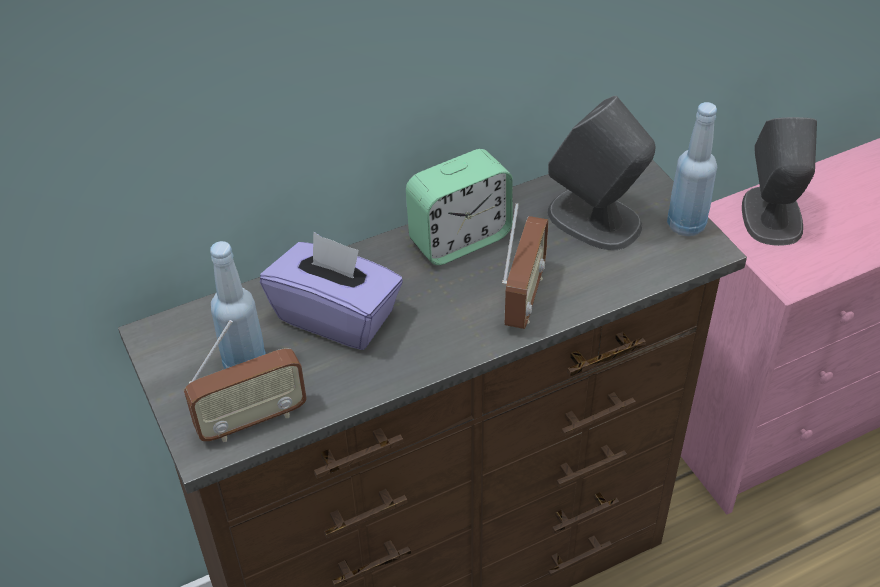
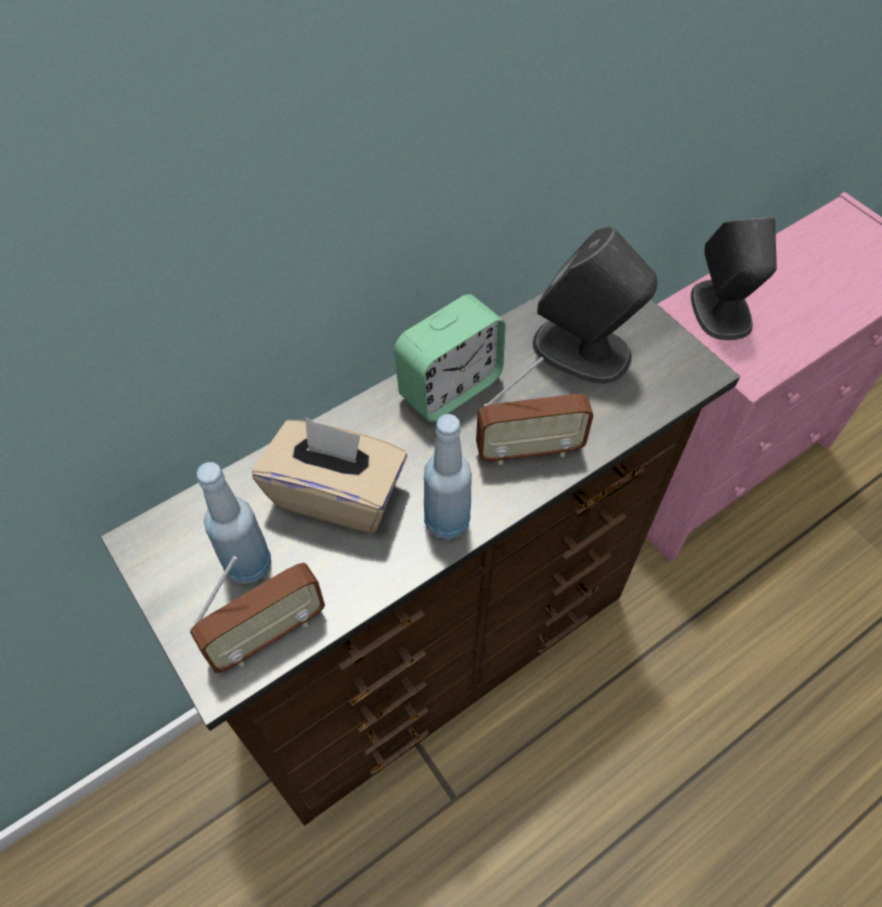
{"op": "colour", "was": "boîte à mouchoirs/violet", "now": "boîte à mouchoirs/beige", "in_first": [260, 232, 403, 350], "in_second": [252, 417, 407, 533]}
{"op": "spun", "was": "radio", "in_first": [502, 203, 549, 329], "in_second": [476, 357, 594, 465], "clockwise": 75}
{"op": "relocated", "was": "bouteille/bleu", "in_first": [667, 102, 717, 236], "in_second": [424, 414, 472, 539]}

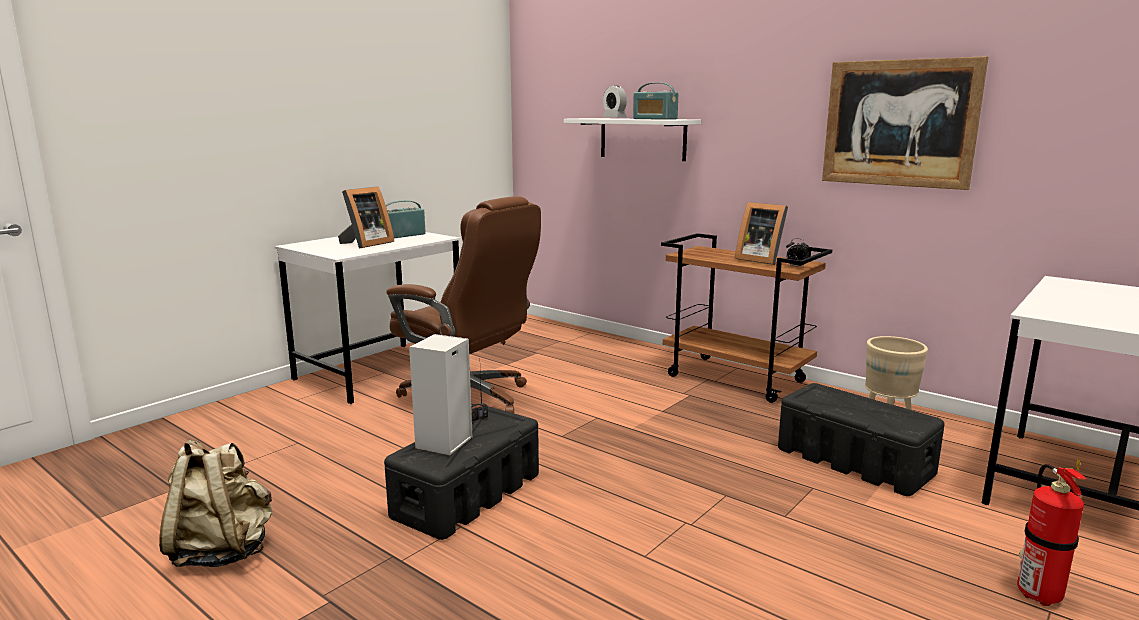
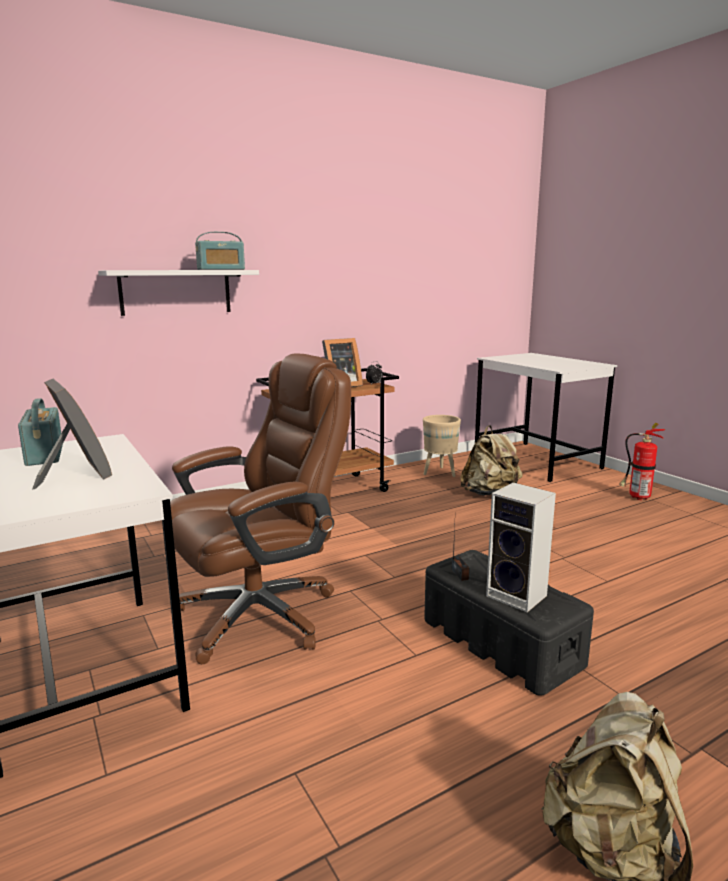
{"op": "missing", "was": "réveil", "in_first": [603, 85, 627, 117]}
{"op": "exchanged", "was": "boîte de rangement/noir", "now": "sac à dos/beige", "in_first": [778, 383, 945, 496], "in_second": [460, 425, 522, 496]}
{"op": "missing", "was": "tableau", "in_first": [822, 56, 988, 190]}

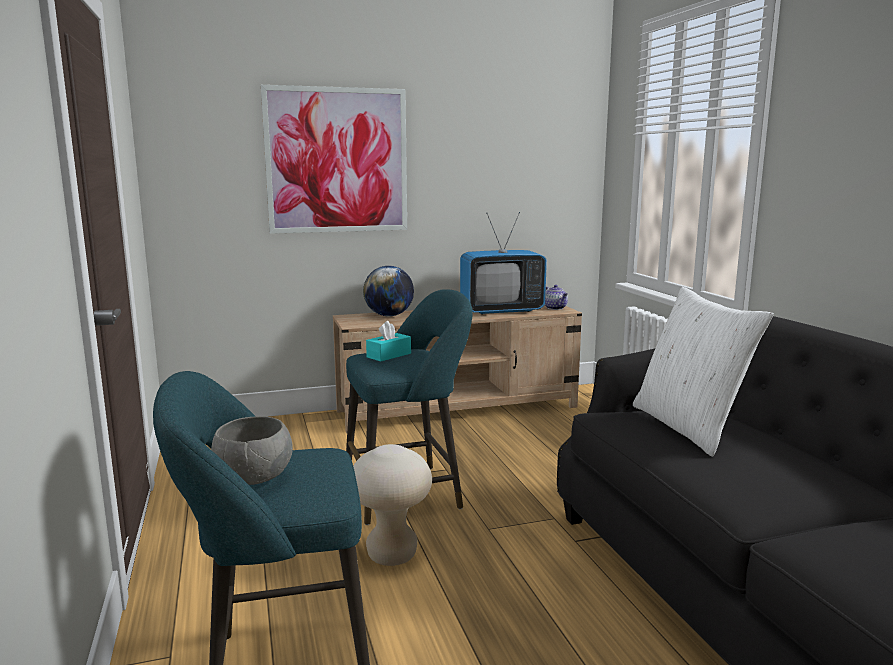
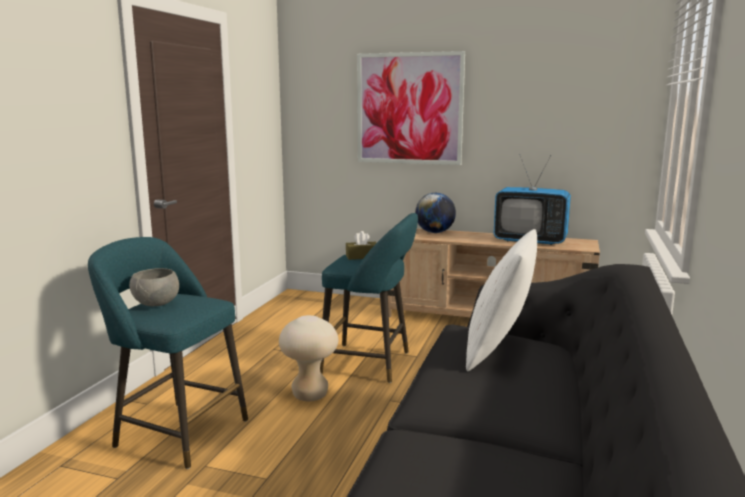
{"op": "colour", "was": "boîte à mouchoirs/turquoise", "now": "boîte à mouchoirs/marron", "in_first": [366, 321, 411, 361], "in_second": [346, 231, 376, 260]}
{"op": "missing", "was": "théière", "in_first": [545, 285, 568, 310]}

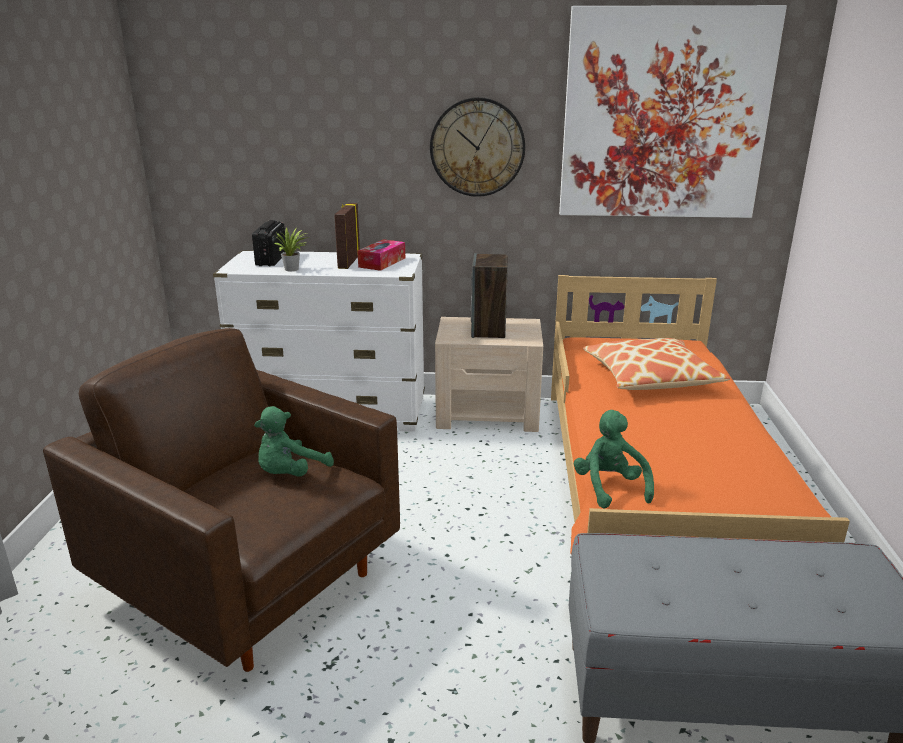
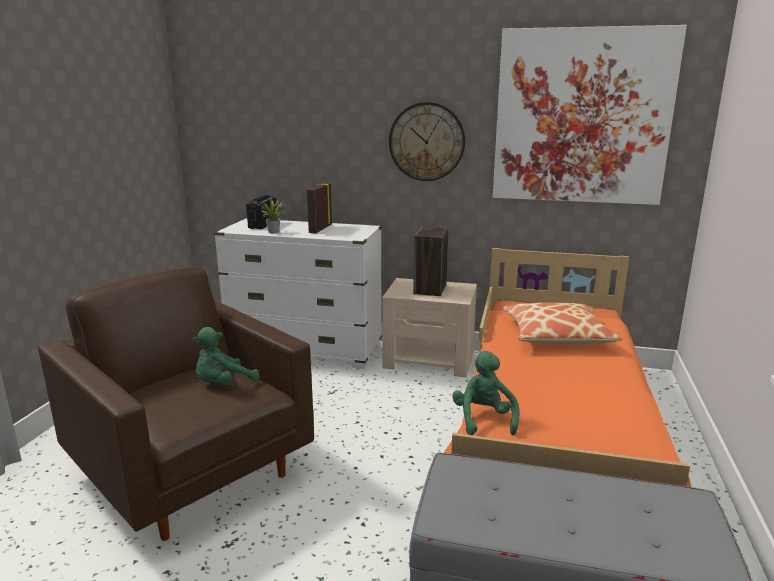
{"op": "missing", "was": "boîte à mouchoirs", "in_first": [357, 239, 405, 271]}

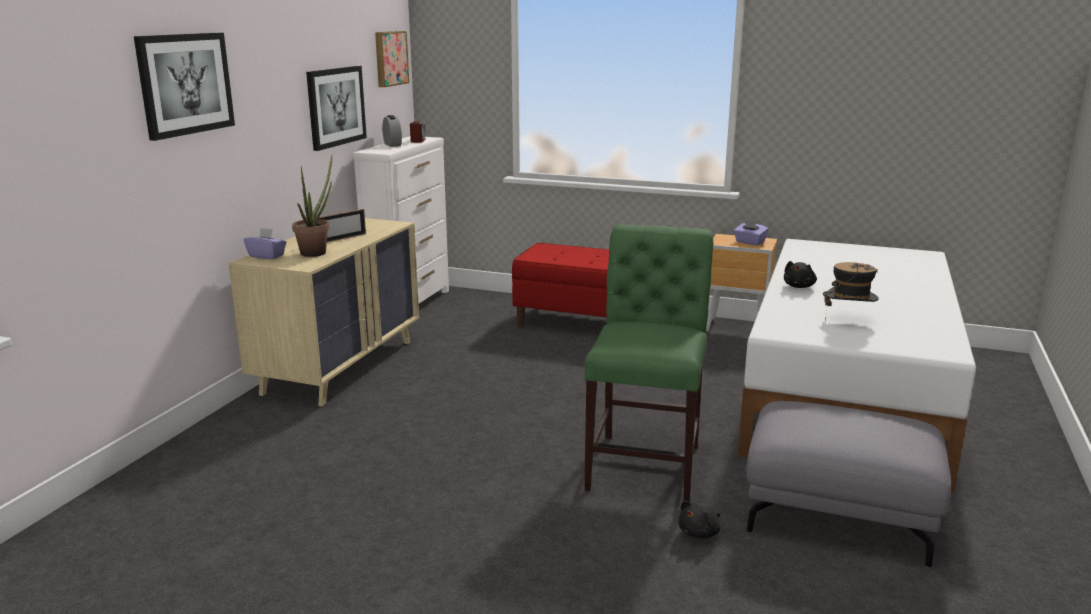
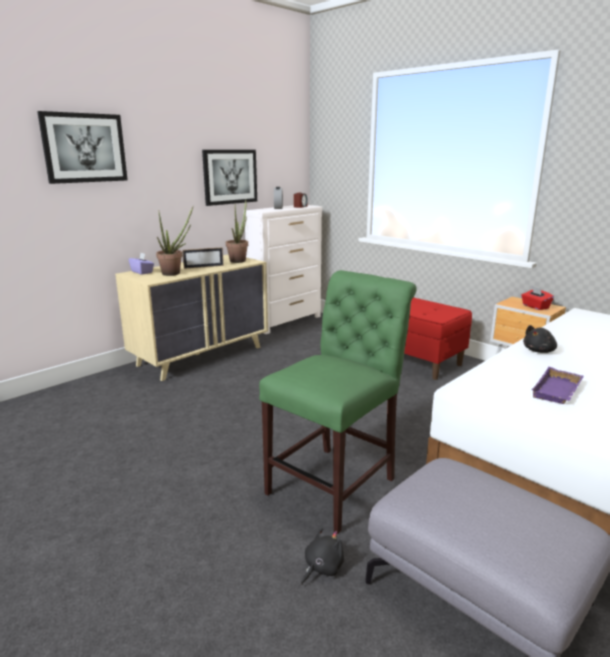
{"op": "missing", "was": "tableau", "in_first": [375, 31, 409, 87]}
{"op": "spun", "was": "peluche/noir", "in_first": [678, 501, 720, 538], "in_second": [301, 528, 344, 585], "clockwise": 150}
{"op": "colour", "was": "boîte à mouchoirs/violet", "now": "boîte à mouchoirs/rouge", "in_first": [734, 220, 769, 245], "in_second": [521, 286, 554, 310]}
{"op": "exchanged", "was": "chapeau", "now": "plateau/violet", "in_first": [823, 262, 879, 321], "in_second": [531, 367, 584, 404]}
{"op": "appeared", "now": "plante en pot", "in_second": [226, 200, 248, 263]}

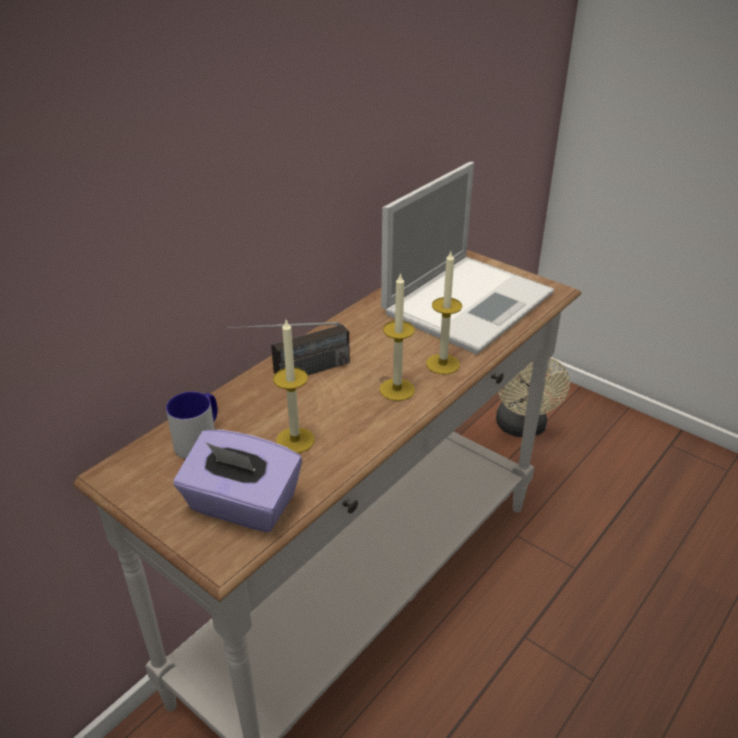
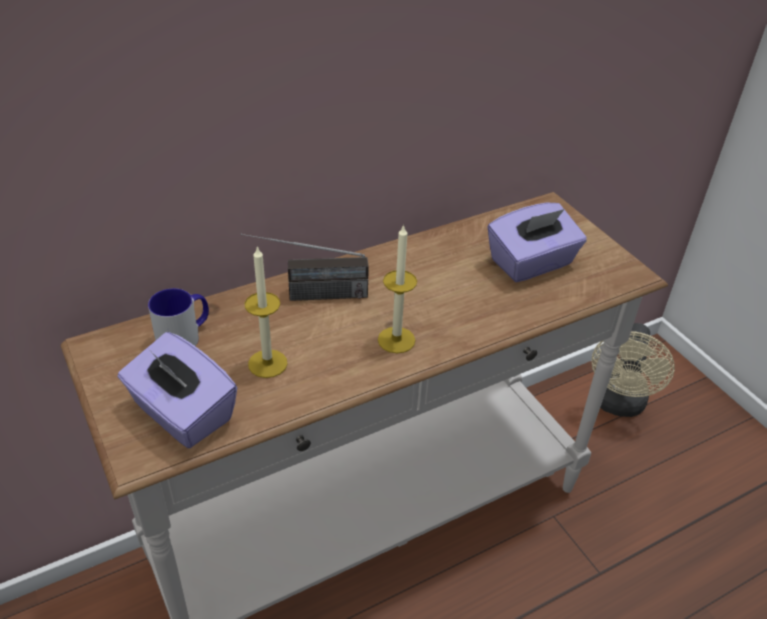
{"op": "exchanged", "was": "ordinateur portable", "now": "boîte à mouchoirs/violet", "in_first": [381, 162, 554, 355], "in_second": [488, 203, 587, 282]}
{"op": "missing", "was": "bougie", "in_first": [426, 251, 462, 374]}

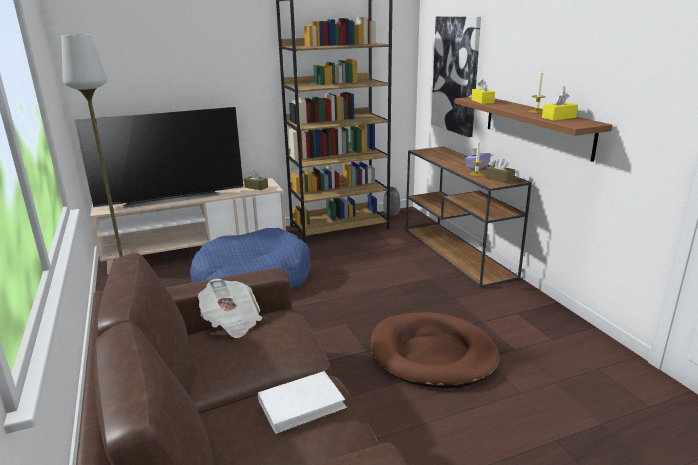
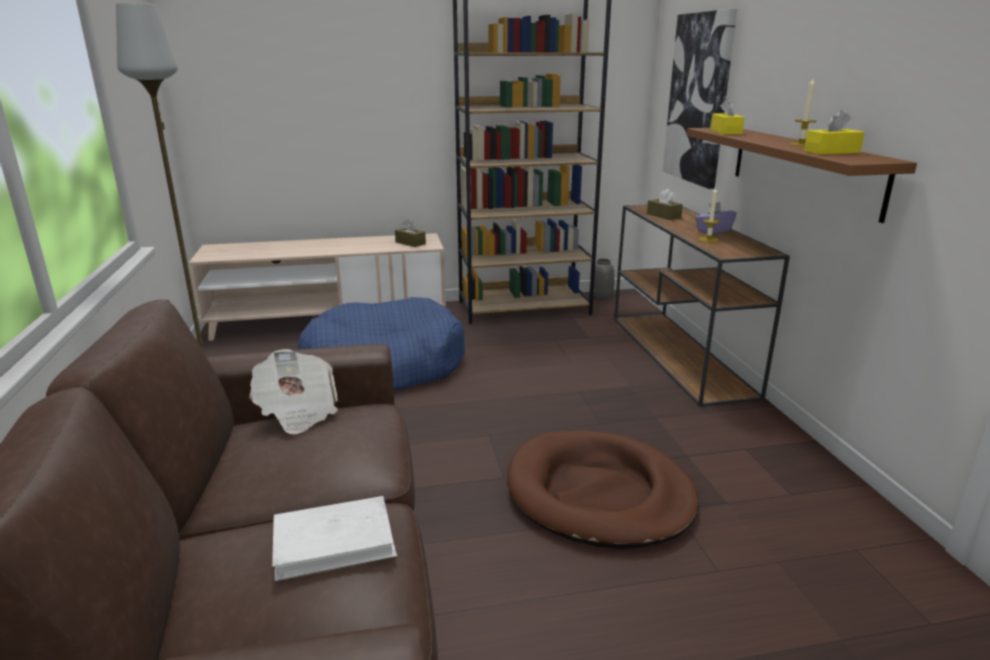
{"op": "missing", "was": "téléviseur", "in_first": [75, 107, 243, 209]}
{"op": "relocated", "was": "boîte à mouchoirs/marron", "in_first": [485, 158, 515, 183], "in_second": [647, 189, 683, 220]}

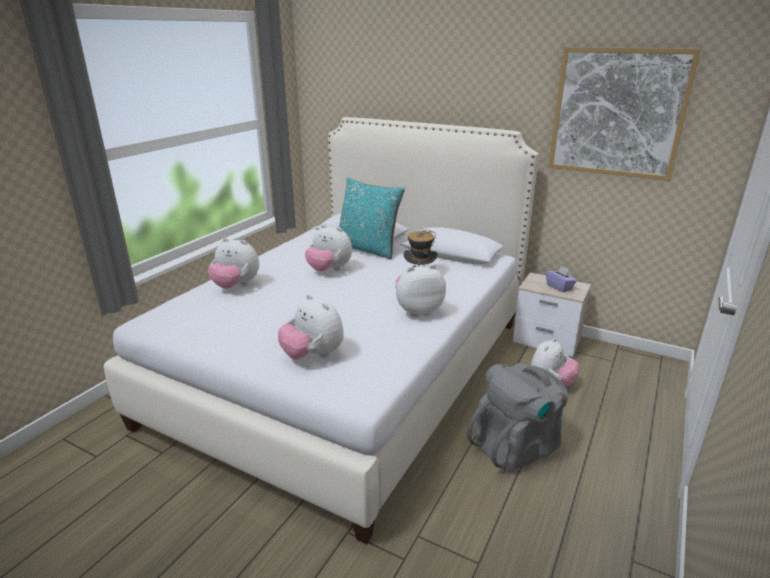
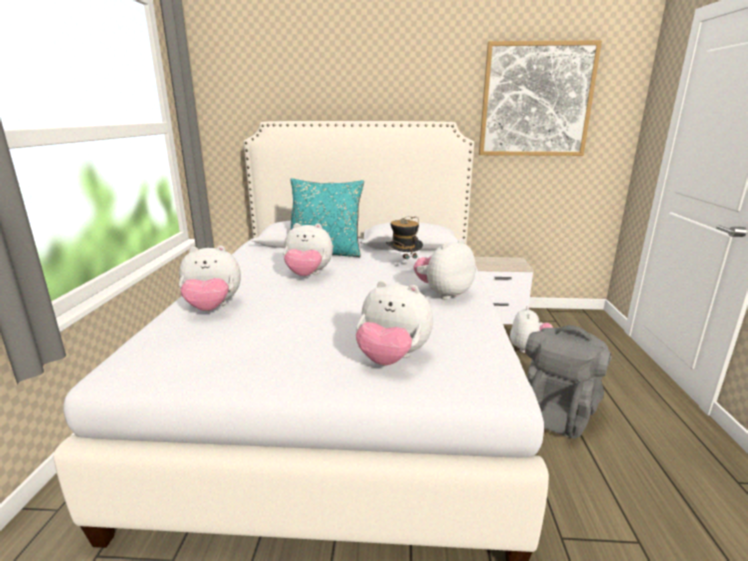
{"op": "missing", "was": "boîte à mouchoirs/violet", "in_first": [546, 266, 577, 292]}

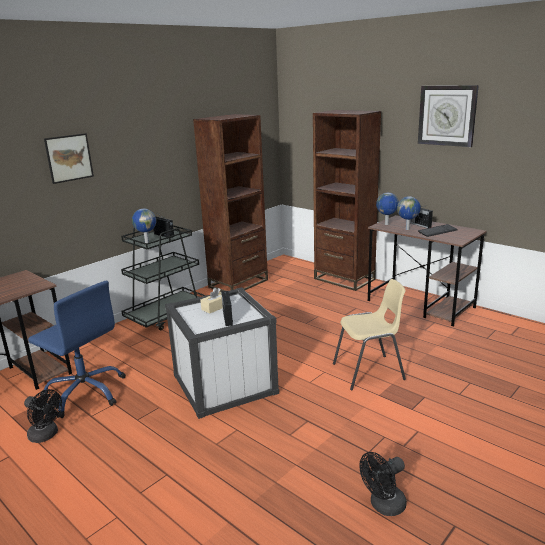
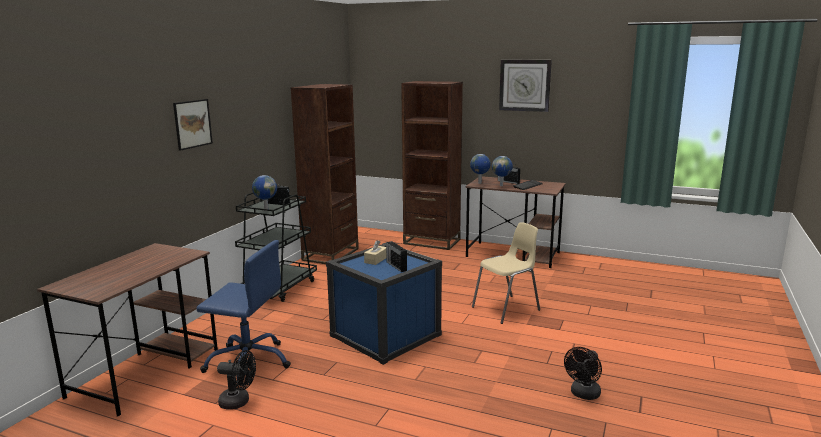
{"op": "colour", "was": "boîte de rangement/blanc", "now": "boîte de rangement/bleu", "in_first": [165, 287, 279, 419], "in_second": [326, 243, 442, 365]}

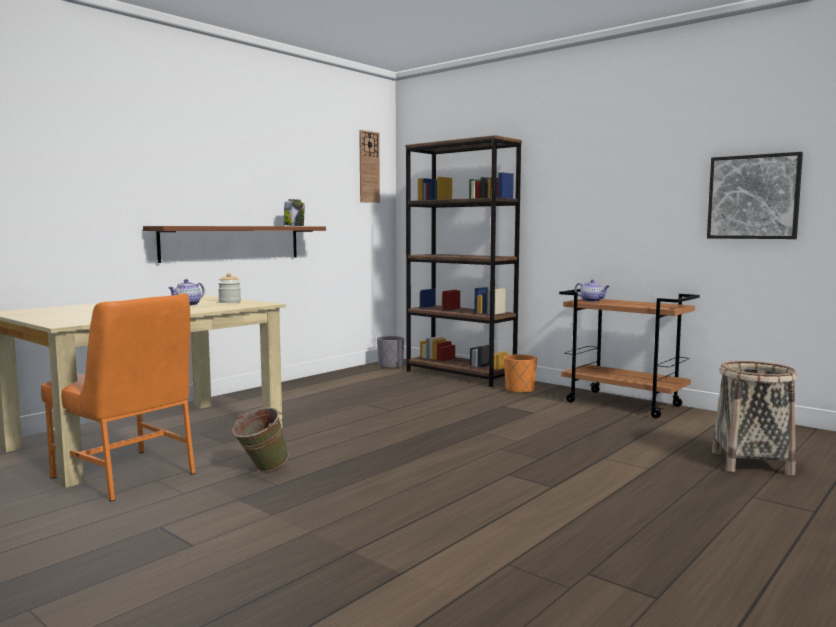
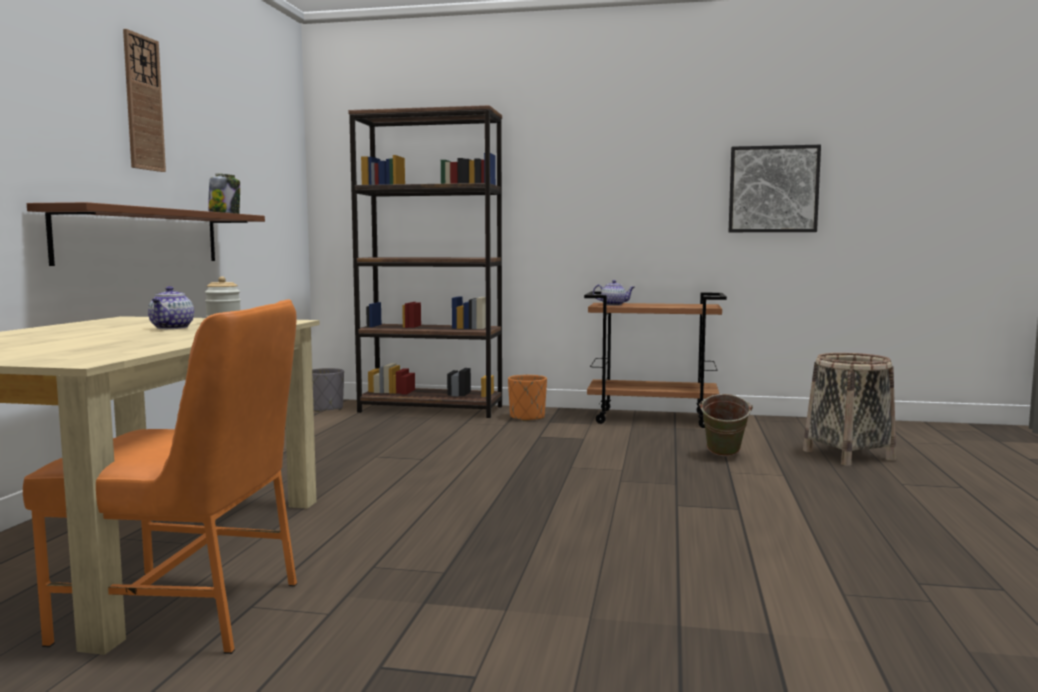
{"op": "relocated", "was": "seau/vert", "in_first": [232, 407, 289, 472], "in_second": [699, 394, 753, 456]}
{"op": "relocated", "was": "horloge murale", "in_first": [359, 130, 380, 203], "in_second": [123, 29, 166, 172]}

